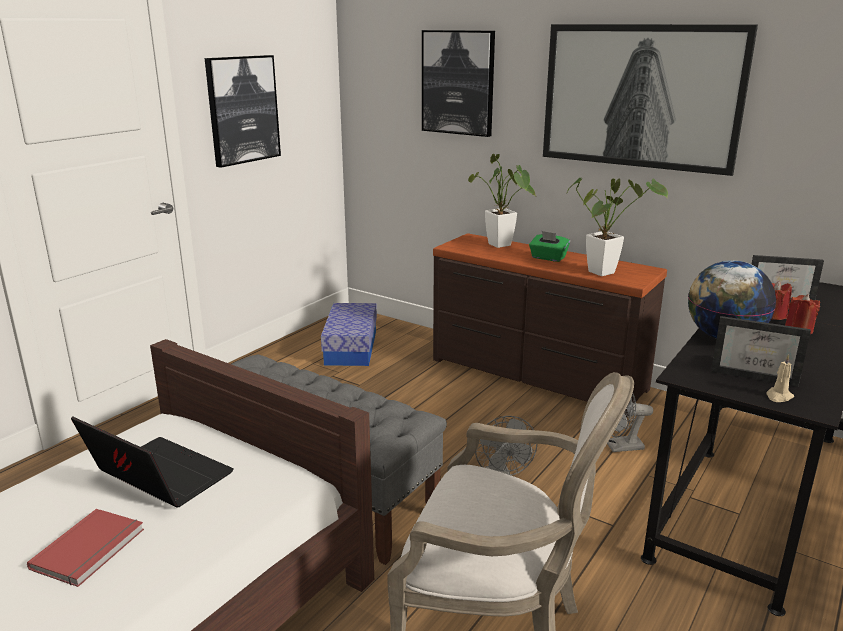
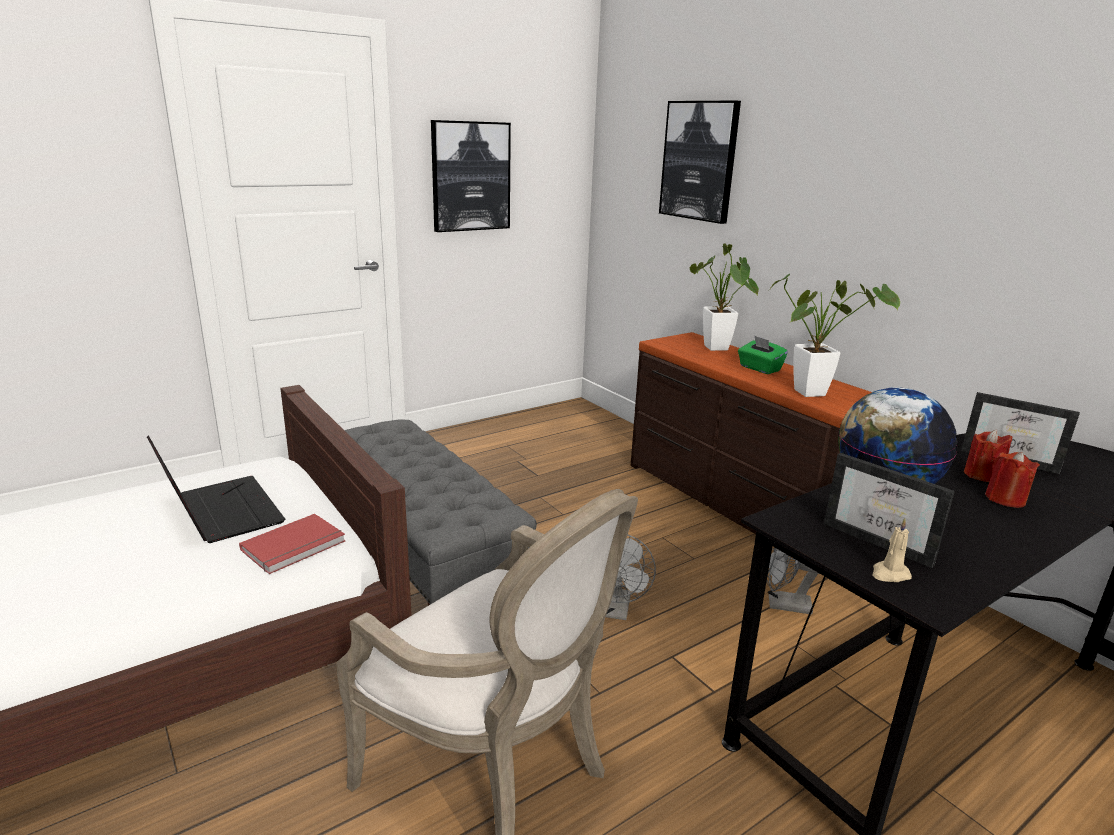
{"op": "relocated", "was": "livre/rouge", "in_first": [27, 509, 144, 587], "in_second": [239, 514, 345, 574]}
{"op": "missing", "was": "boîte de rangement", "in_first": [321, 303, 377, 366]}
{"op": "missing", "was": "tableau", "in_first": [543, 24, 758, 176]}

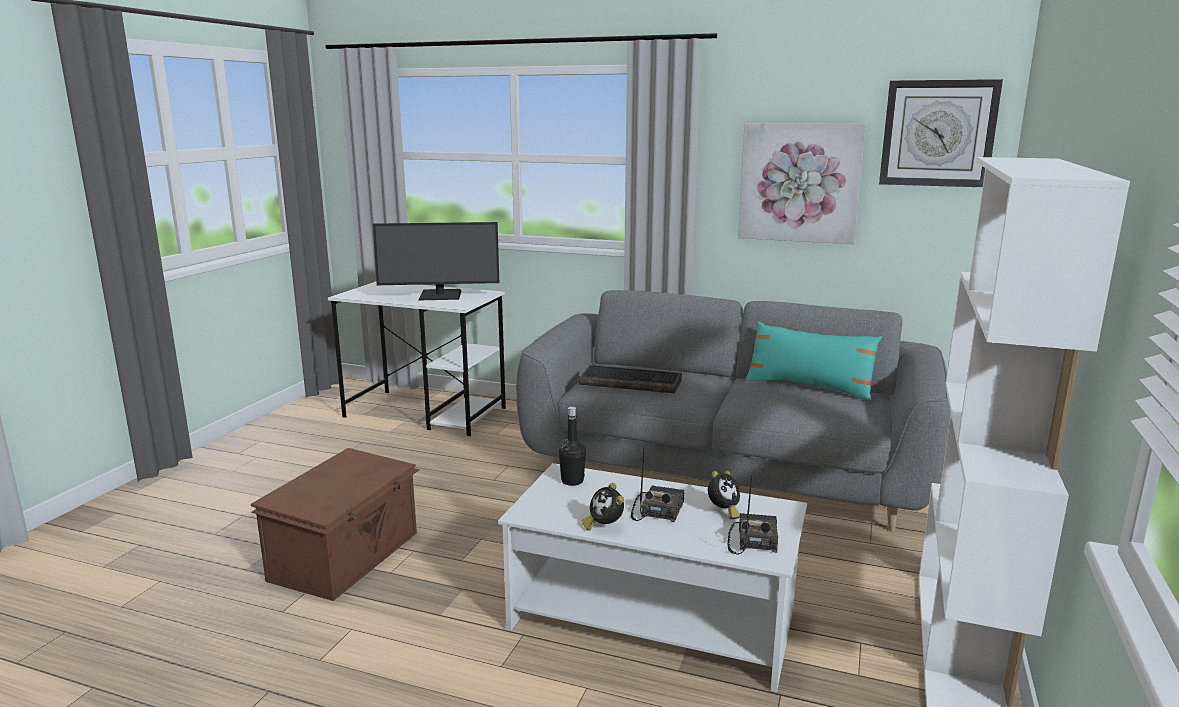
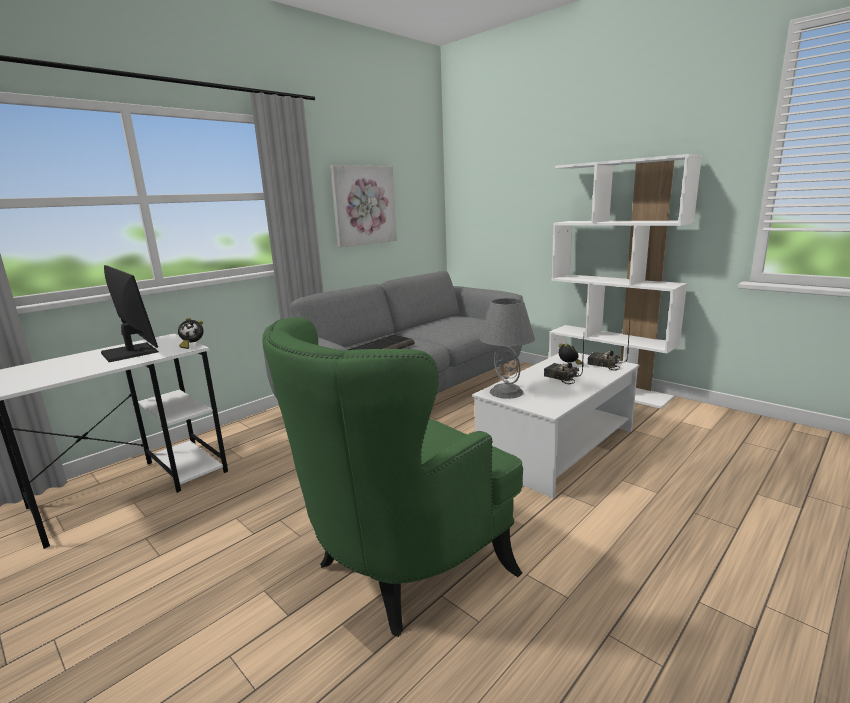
{"op": "exchanged", "was": "boîte de rangement/marron", "now": "fauteuil/vert", "in_first": [251, 448, 420, 601], "in_second": [263, 317, 523, 637]}
{"op": "spun", "was": "écran d'ordinateur", "in_first": [373, 222, 499, 300], "in_second": [101, 265, 159, 362], "clockwise": -60}
{"op": "exchanged", "was": "bouteille/noir", "now": "lampe de table/gris", "in_first": [559, 407, 586, 486], "in_second": [479, 298, 535, 399]}
{"op": "relocated", "was": "réveil", "in_first": [582, 483, 624, 531], "in_second": [178, 317, 204, 349]}
{"op": "missing", "was": "coussin/turquoise", "in_first": [745, 321, 882, 402]}
{"op": "missing", "was": "horloge murale", "in_first": [879, 79, 1003, 187]}

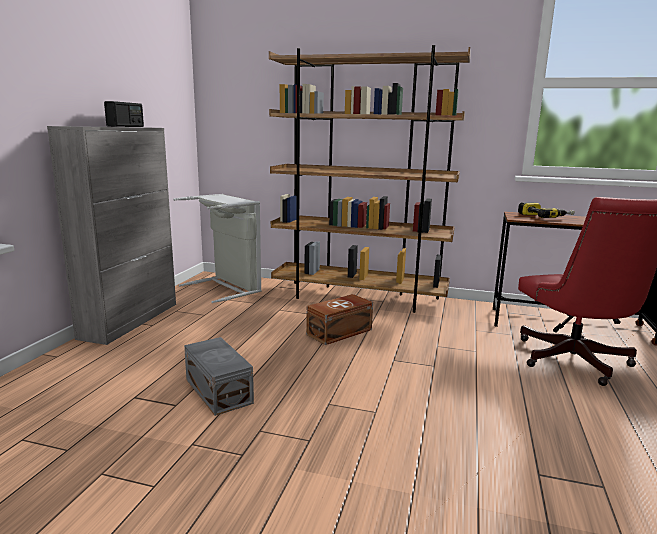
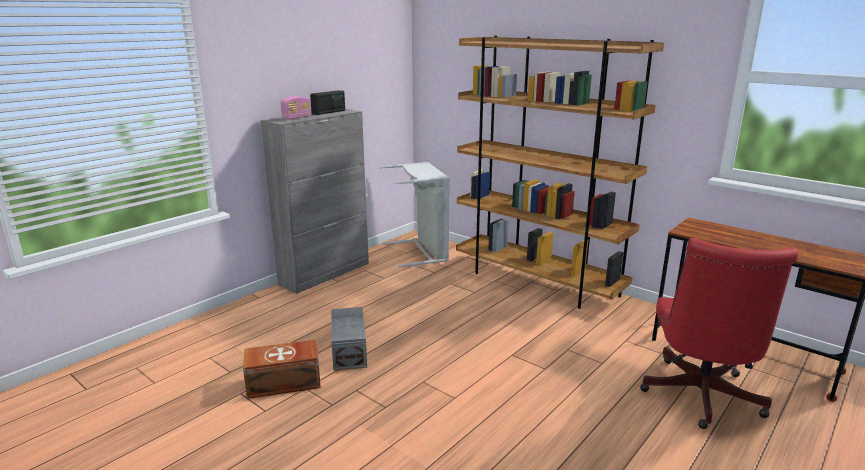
{"op": "relocated", "was": "boîte de rangement/marron", "in_first": [306, 294, 373, 345], "in_second": [243, 339, 321, 399]}
{"op": "missing", "was": "perceuse", "in_first": [518, 202, 575, 218]}
{"op": "appeared", "now": "radio", "in_second": [280, 96, 311, 120]}

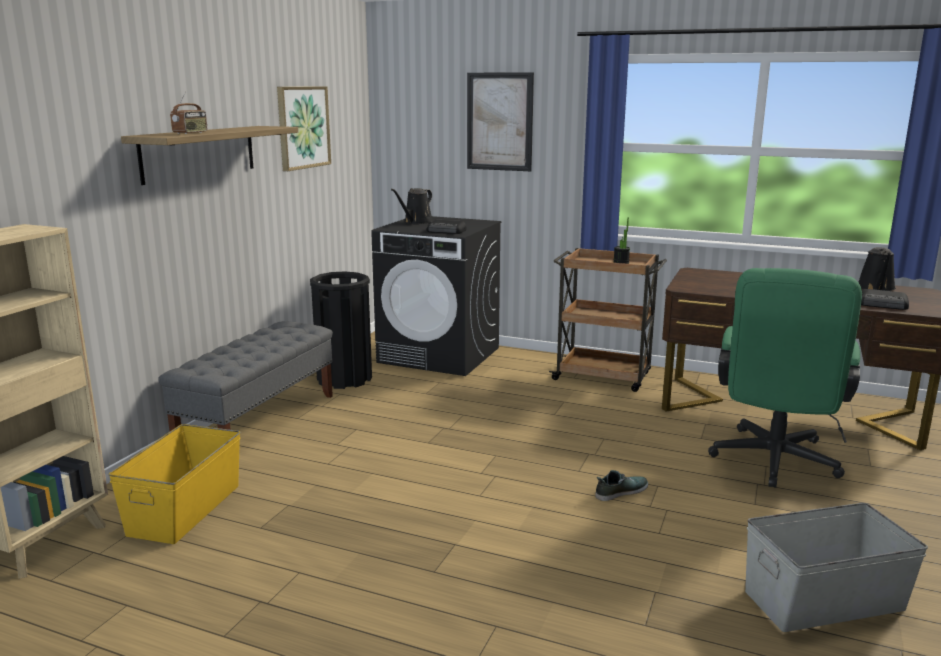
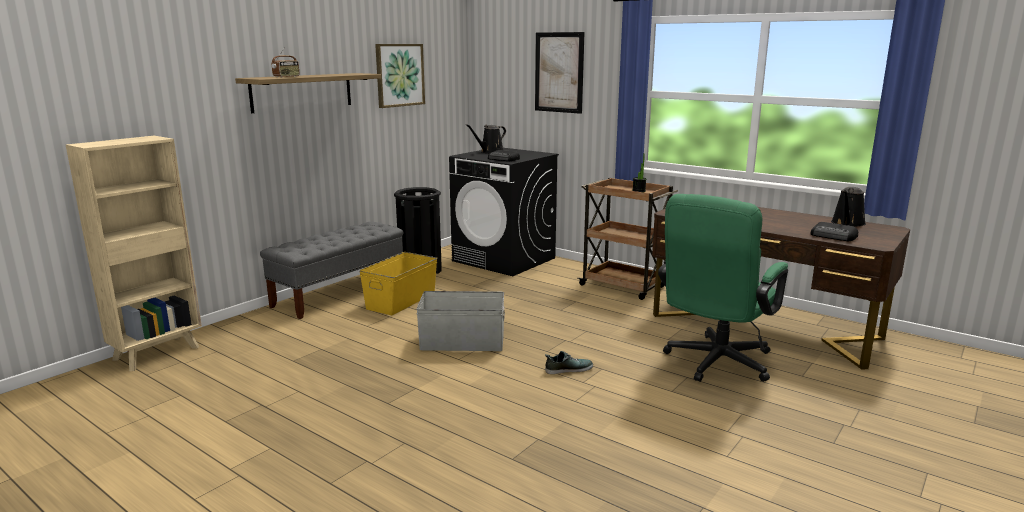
{"op": "relocated", "was": "boîte de rangement/jaune", "in_first": [109, 424, 241, 544], "in_second": [359, 252, 437, 315]}
{"op": "relocated", "was": "boîte de rangement/gris", "in_first": [745, 503, 928, 632], "in_second": [416, 291, 505, 351]}

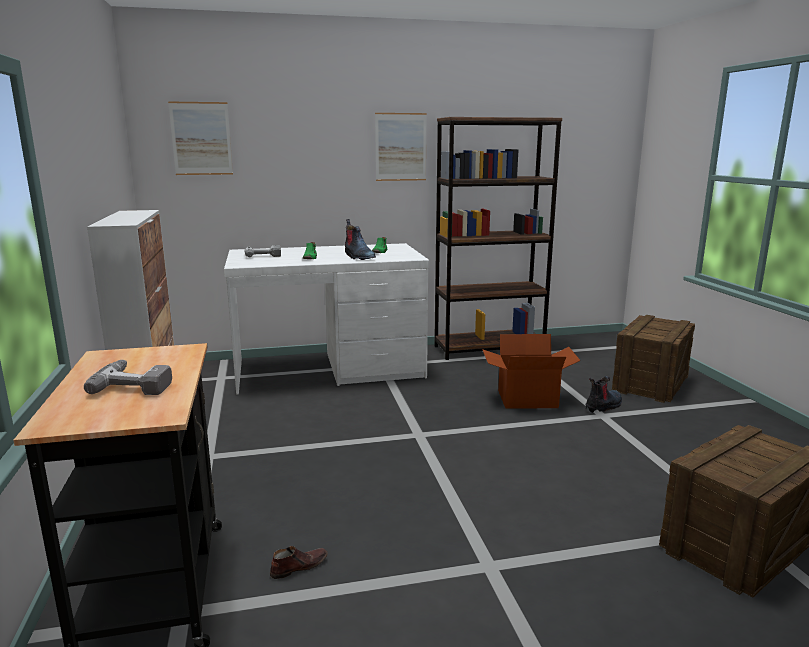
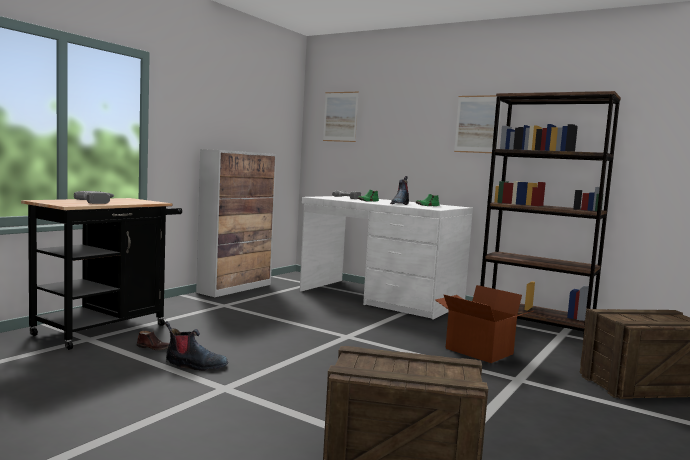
{"op": "relocated", "was": "botte", "in_first": [586, 376, 622, 413], "in_second": [164, 321, 228, 371]}

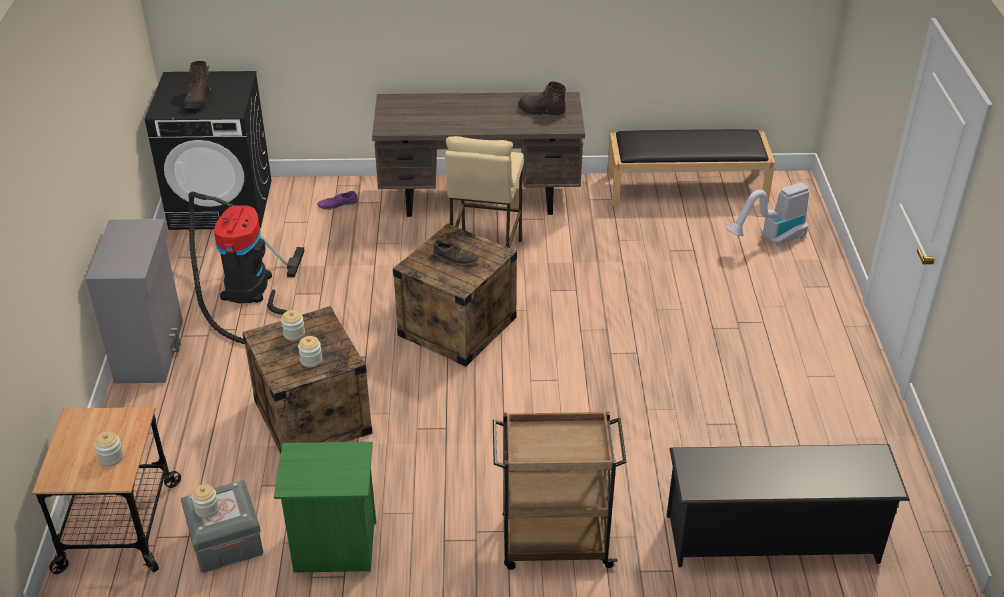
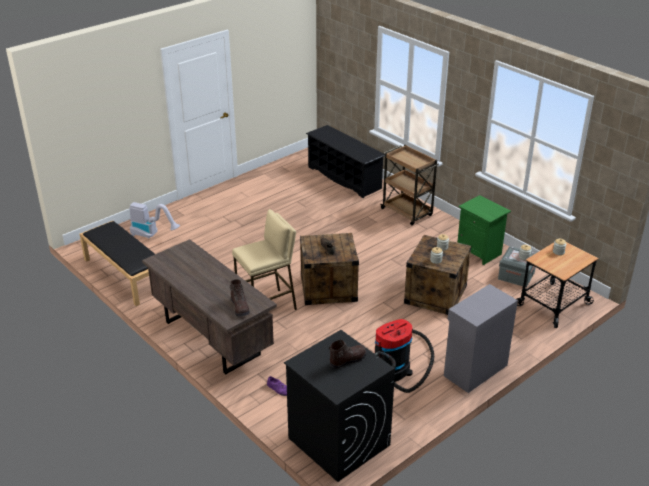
{"op": "relocated", "was": "botte/marron", "in_first": [518, 81, 566, 116], "in_second": [230, 279, 250, 317]}

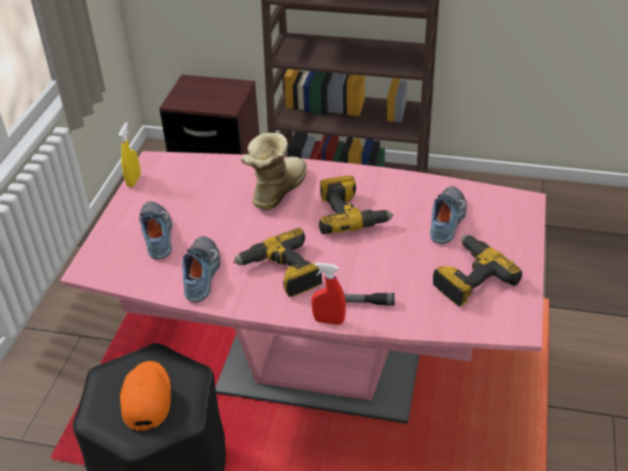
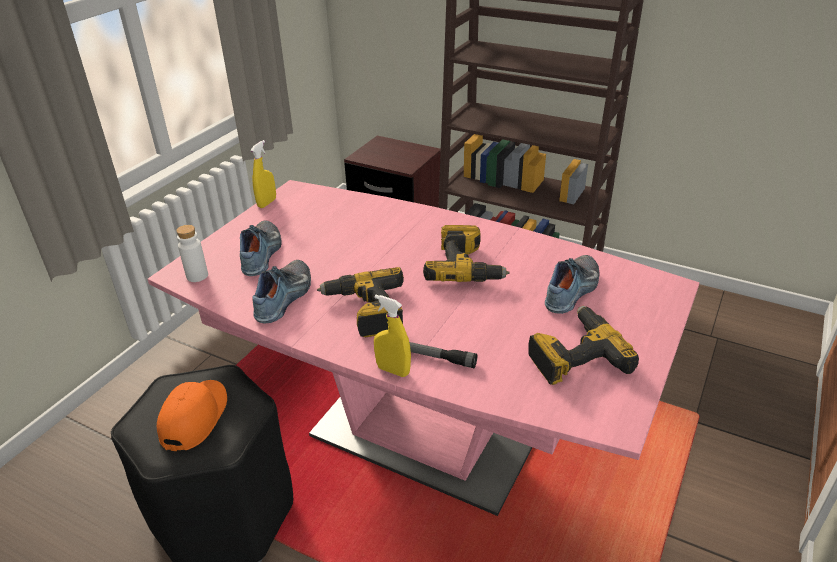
{"op": "missing", "was": "botte", "in_first": [241, 133, 307, 210]}
{"op": "colour", "was": "vaporisateur/rouge", "now": "vaporisateur/jaune", "in_first": [311, 263, 346, 325], "in_second": [374, 295, 411, 377]}
{"op": "appeared", "now": "bouteille/blanc", "in_second": [176, 225, 208, 282]}

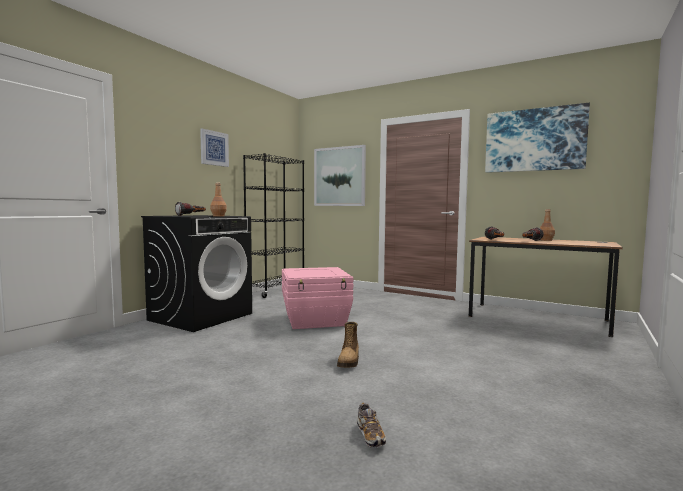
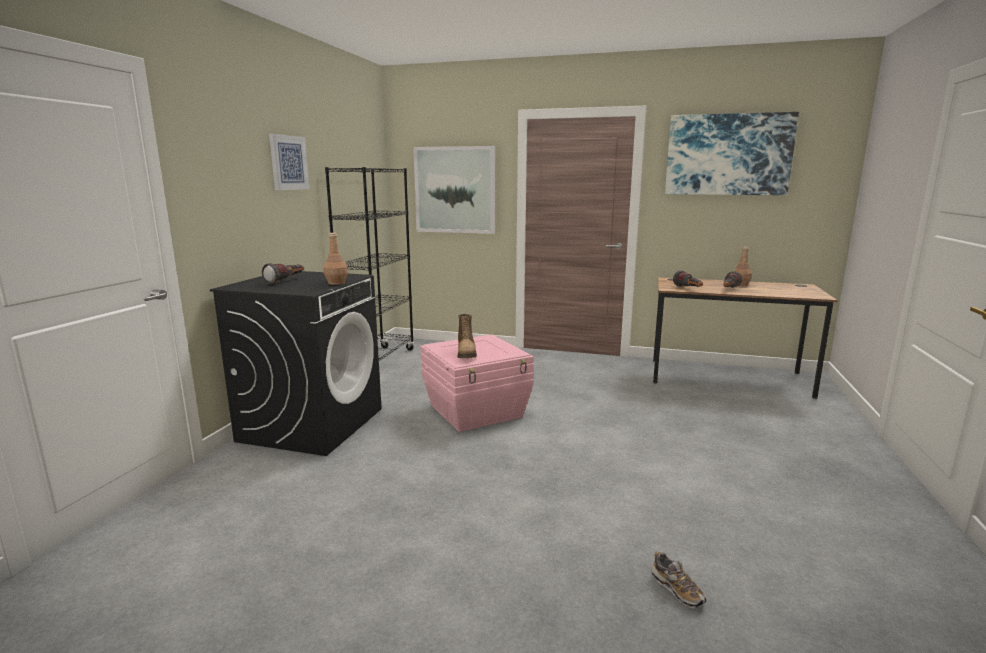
{"op": "relocated", "was": "botte", "in_first": [337, 322, 359, 368], "in_second": [457, 314, 477, 358]}

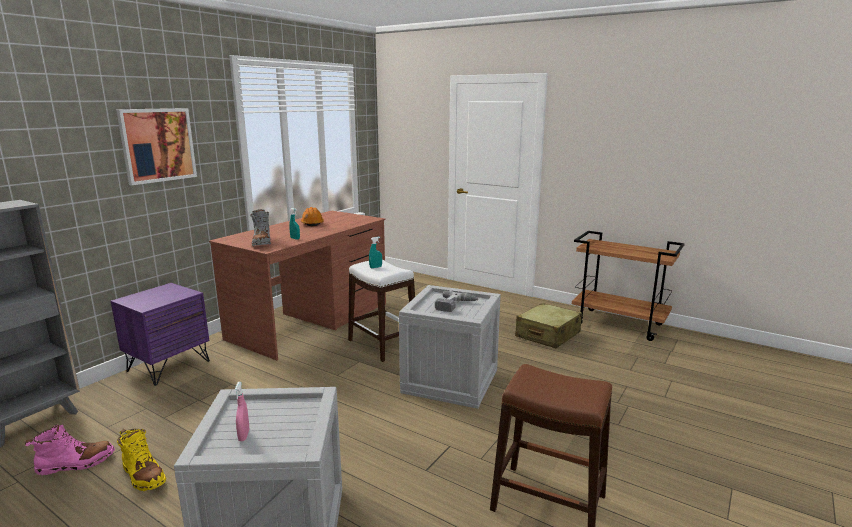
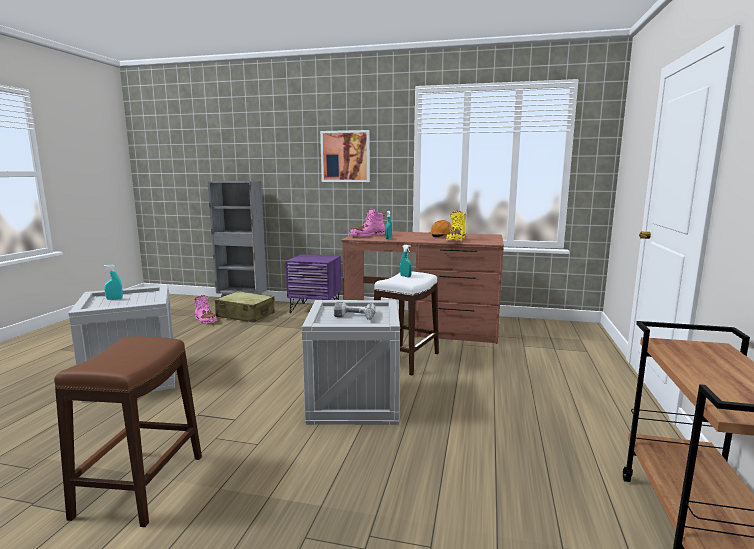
{"op": "relocated", "was": "botte/jaune", "in_first": [117, 429, 166, 491], "in_second": [446, 211, 466, 241]}
{"op": "colour", "was": "vaporisateur/rose", "now": "vaporisateur/turquoise", "in_first": [235, 382, 249, 441], "in_second": [104, 264, 123, 300]}
{"op": "colour", "was": "botte/gris", "now": "botte/rose", "in_first": [250, 209, 271, 247], "in_second": [349, 208, 386, 237]}
{"op": "relocated", "was": "valise/beige", "in_first": [515, 303, 582, 348], "in_second": [215, 291, 275, 322]}

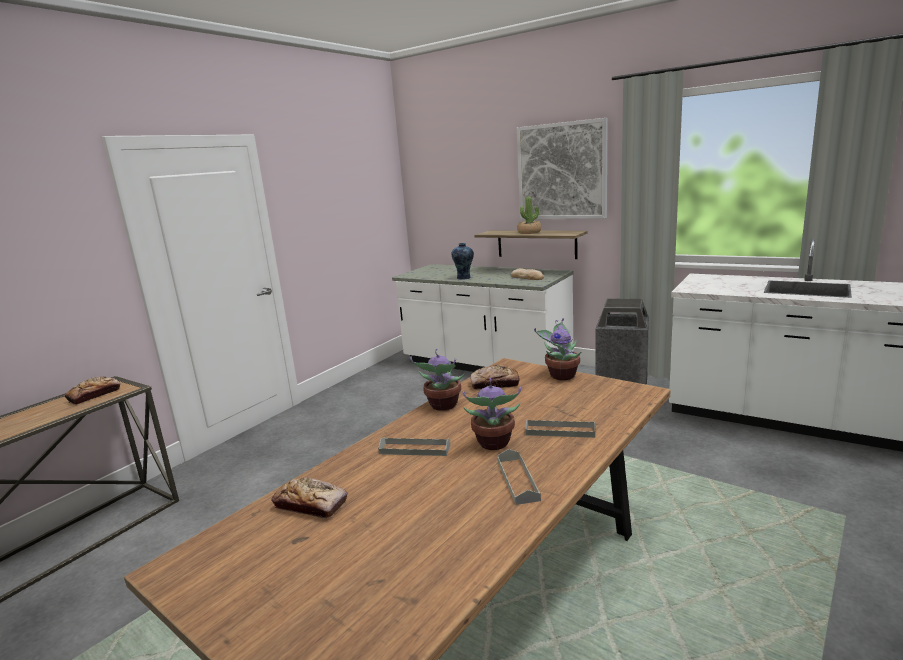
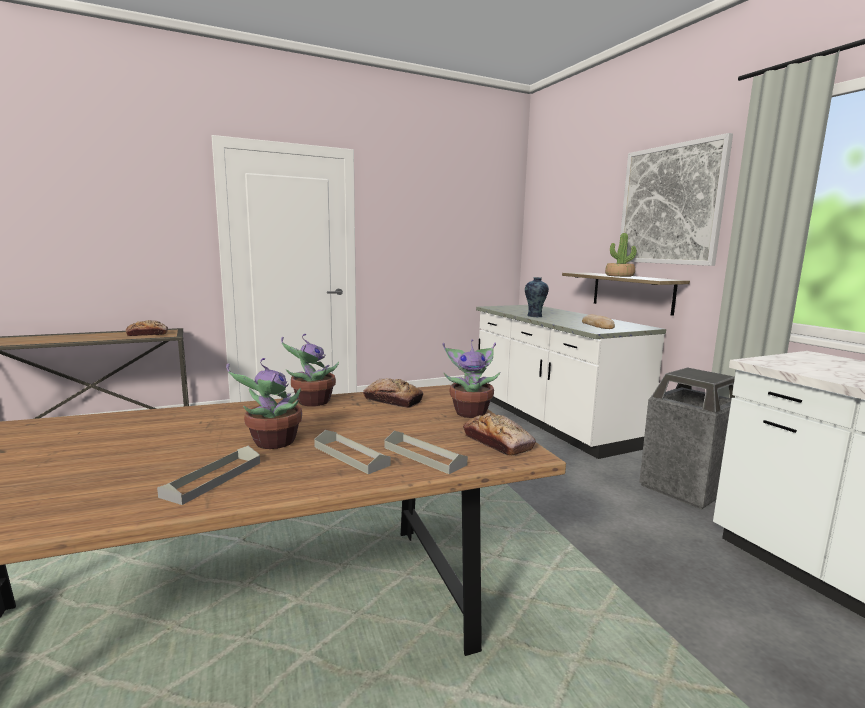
{"op": "relocated", "was": "pain", "in_first": [271, 477, 347, 519], "in_second": [463, 413, 536, 456]}
{"op": "relocated", "was": "plateau/gris", "in_first": [378, 437, 451, 456], "in_second": [385, 431, 468, 474]}

